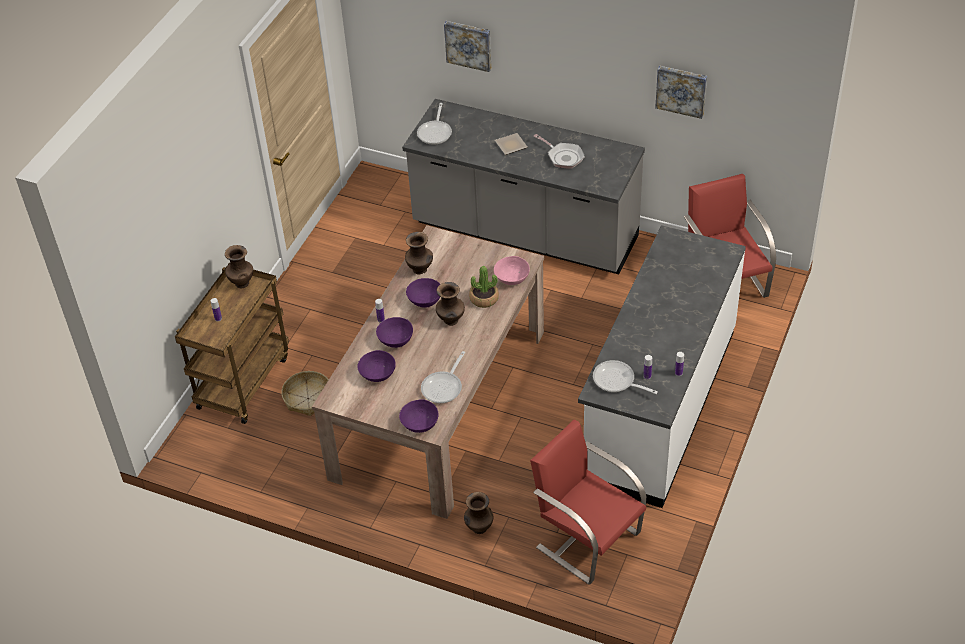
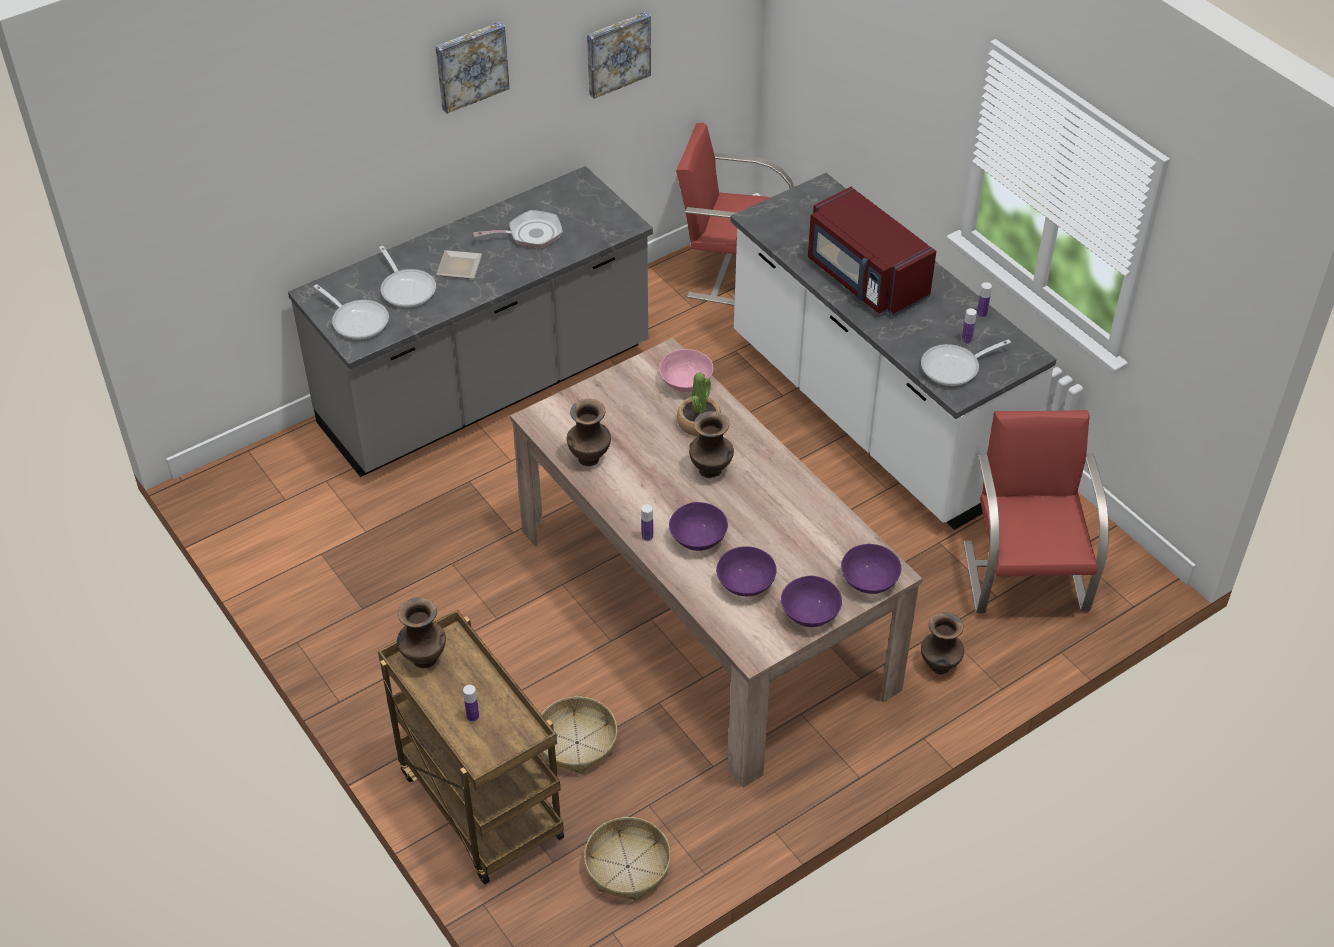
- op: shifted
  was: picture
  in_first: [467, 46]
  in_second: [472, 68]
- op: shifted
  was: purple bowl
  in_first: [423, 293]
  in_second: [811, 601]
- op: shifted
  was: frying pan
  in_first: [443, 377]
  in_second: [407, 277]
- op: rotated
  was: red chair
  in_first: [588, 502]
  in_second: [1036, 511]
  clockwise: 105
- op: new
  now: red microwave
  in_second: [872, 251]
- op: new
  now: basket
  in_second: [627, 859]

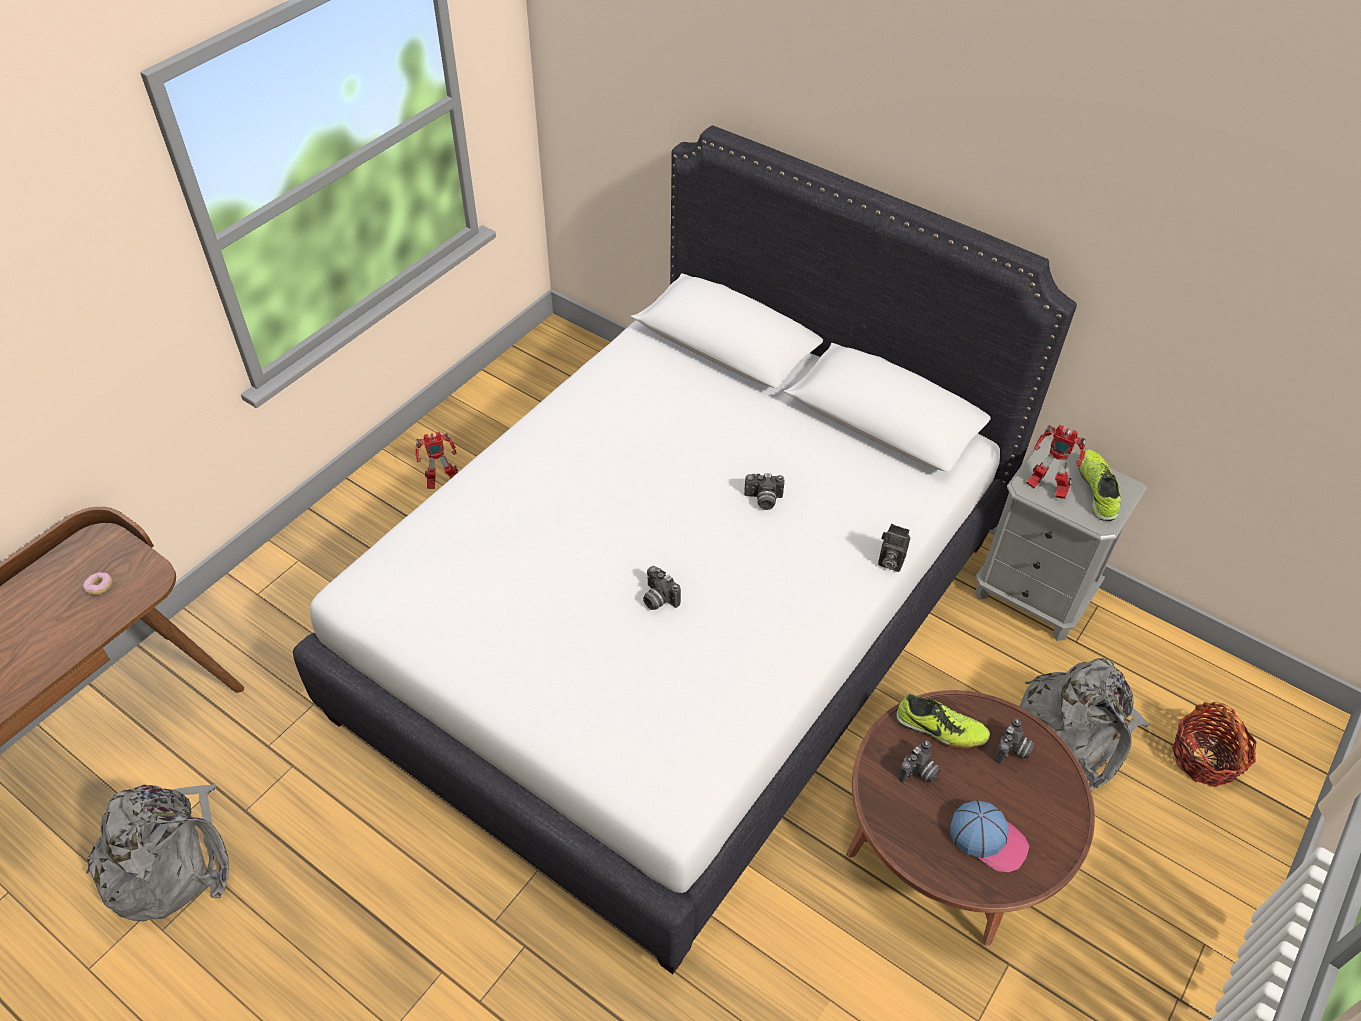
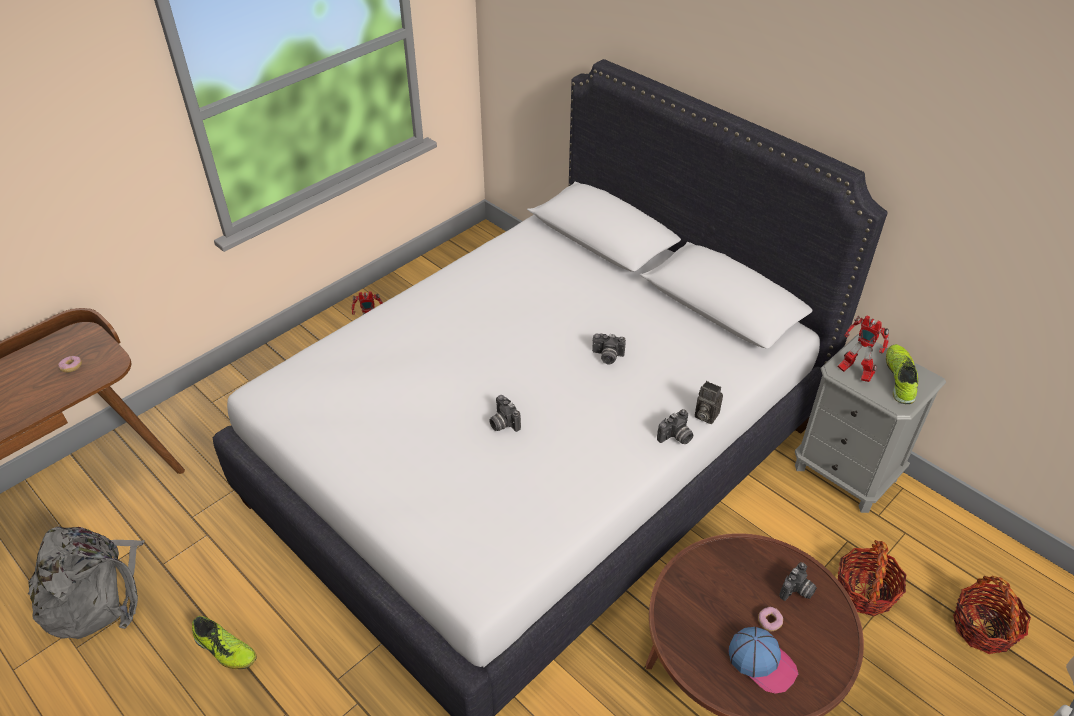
- op: swapped
  was: grey backpack
  now: basket
  in_first: [1084, 724]
  in_second: [872, 578]
- op: shifted
  was: shoe
  in_first: [943, 720]
  in_second: [224, 642]
- op: shifted
  was: photo camera
  in_first: [919, 761]
  in_second: [675, 426]
- op: new
  now: donut
  in_second: [770, 619]

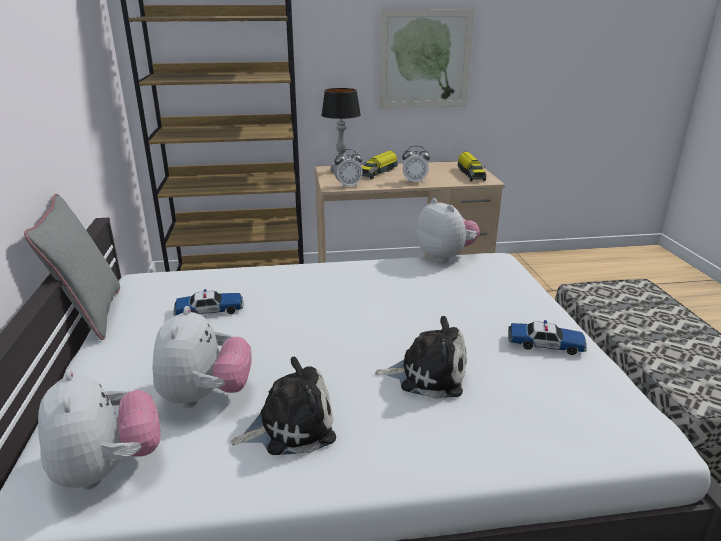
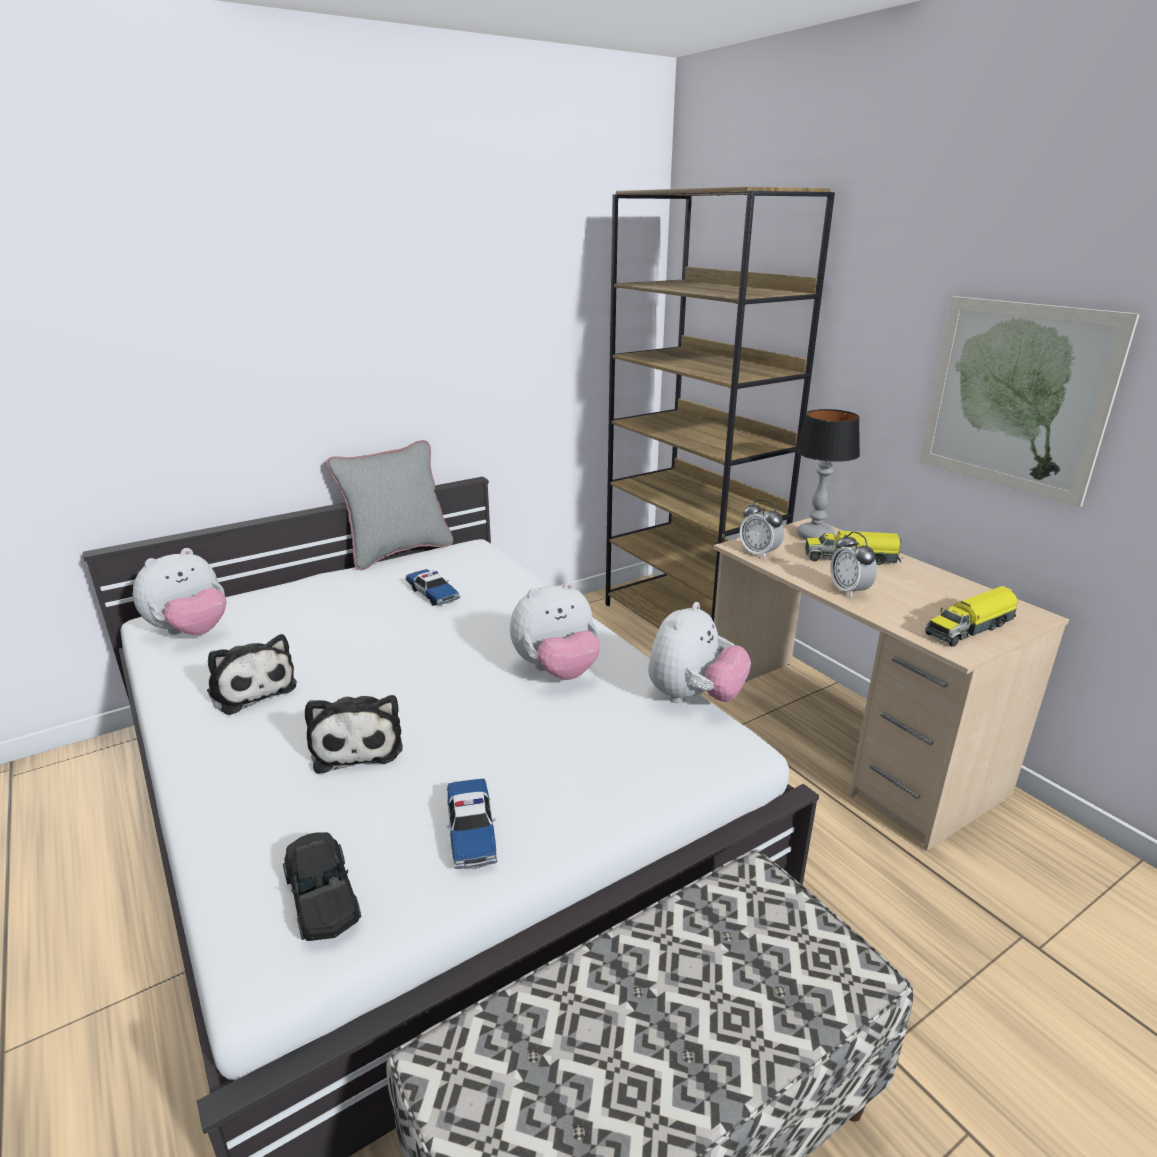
- op: shifted
  was: plush toy
  in_first: [202, 357]
  in_second: [555, 630]
- op: new
  now: black toy car
  in_second: [322, 886]

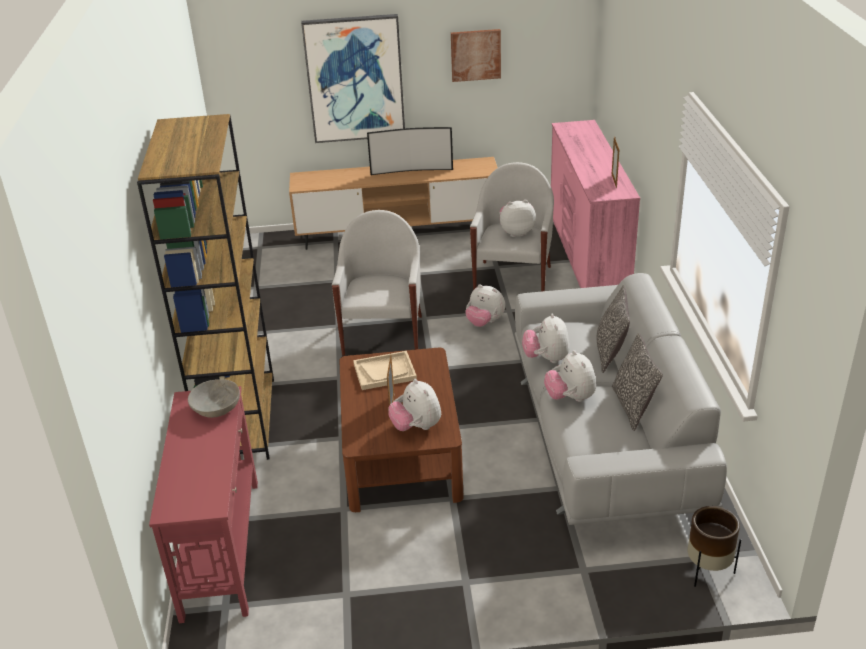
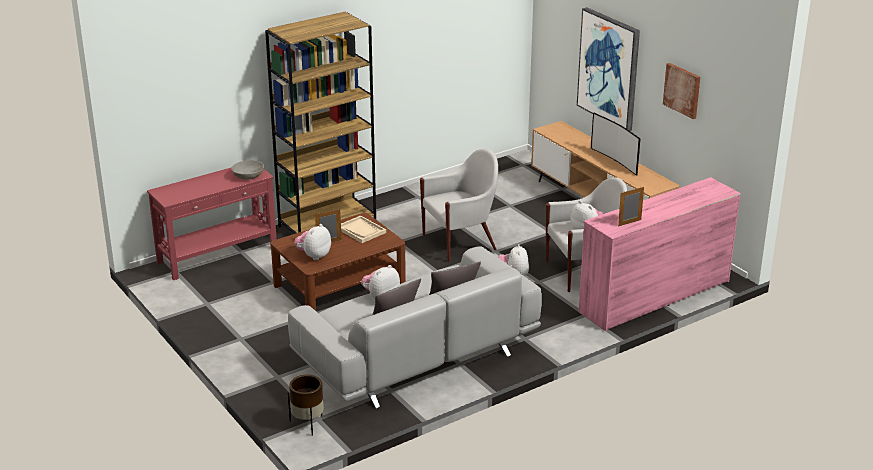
- op: gone
  was: plush toy
  in_first: [546, 338]

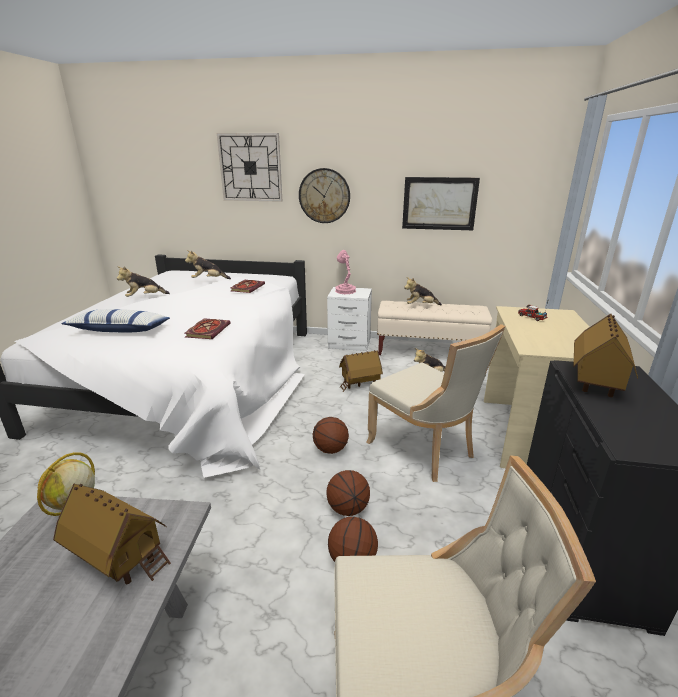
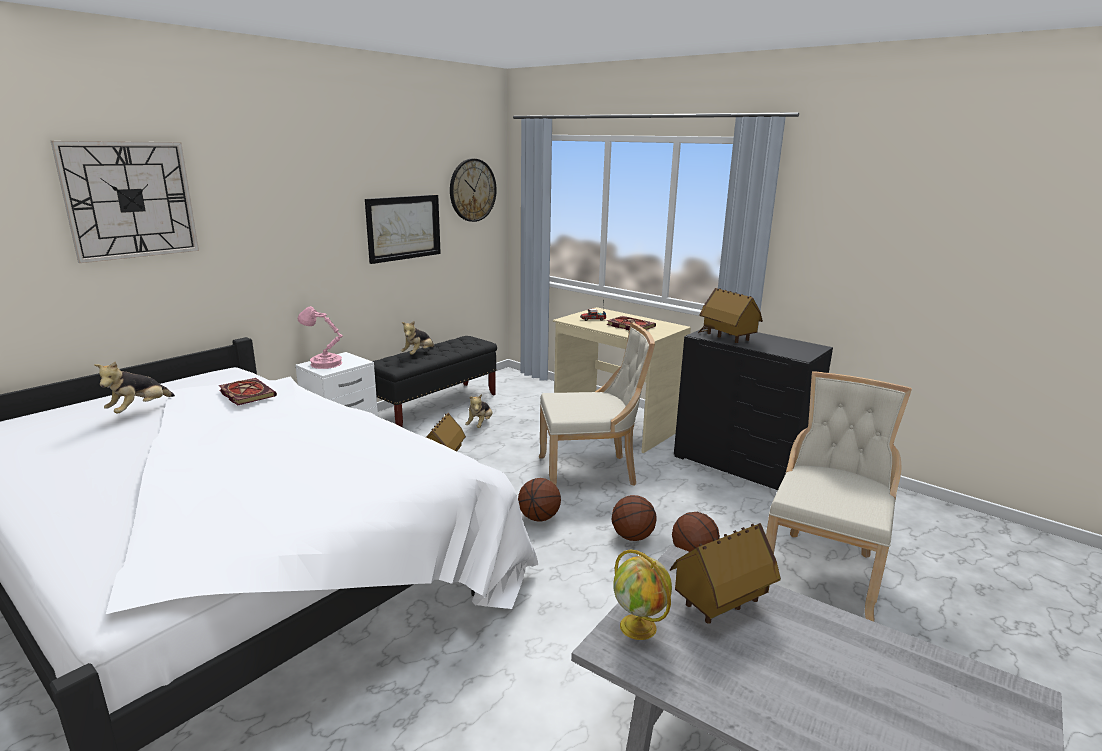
- op: shifted
  was: wall clock
  in_first: [324, 195]
  in_second: [473, 190]
- op: gone
  was: plush toy
  in_first: [143, 281]
- op: repainted
  was: beige bench
  now: black bench
  in_first: [434, 328]
  in_second: [435, 381]
- op: gone
  was: pillow
  in_first: [115, 321]
- op: shifted
  was: book
  in_first: [207, 328]
  in_second: [631, 323]

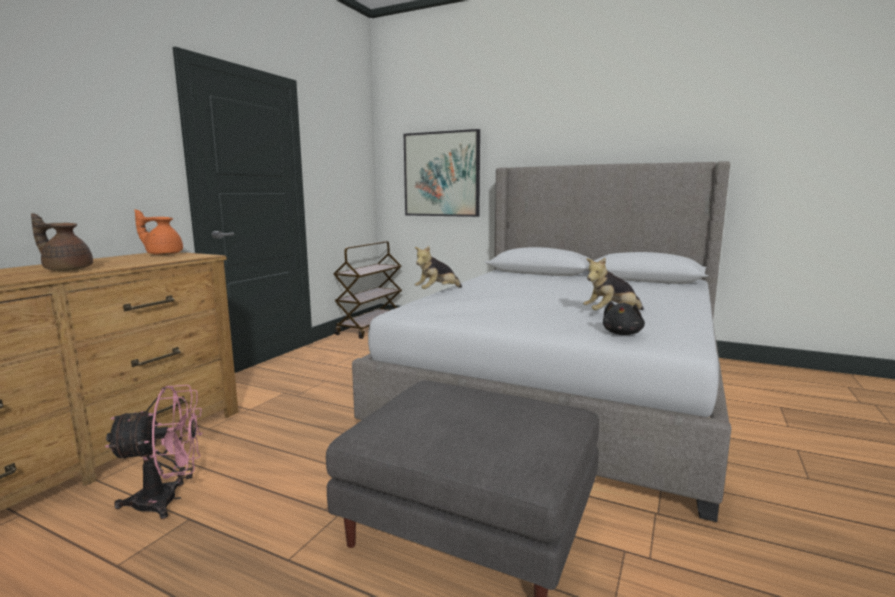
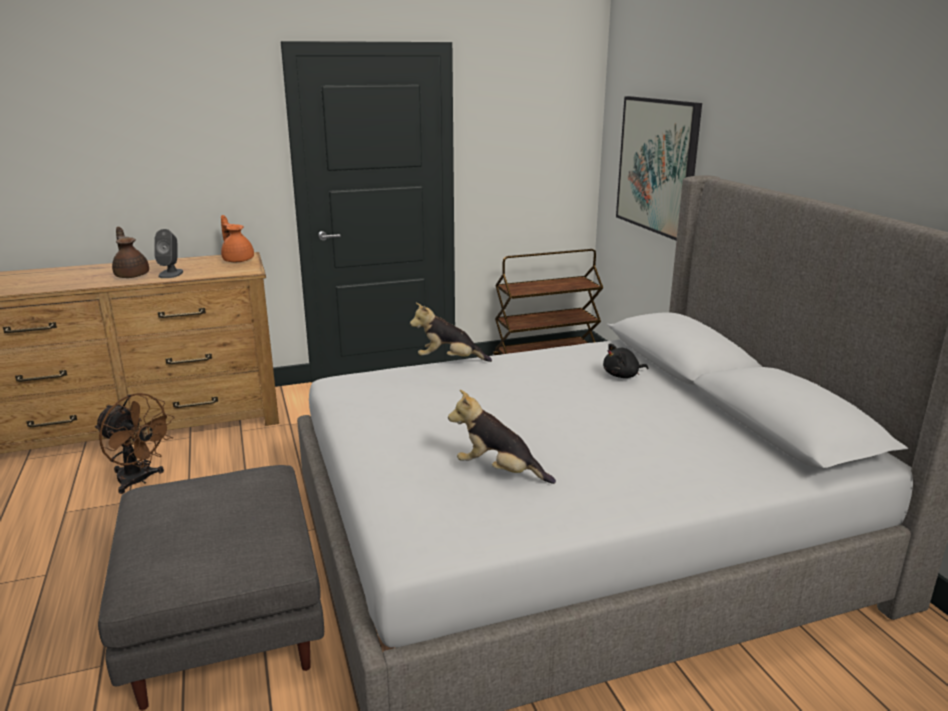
- op: shifted
  was: black plush toy
  in_first: [624, 318]
  in_second: [625, 360]
- op: repainted
  was: pink fan
  now: brown fan
  in_first: [154, 452]
  in_second: [135, 443]
- op: new
  now: grey speaker
  in_second: [168, 253]

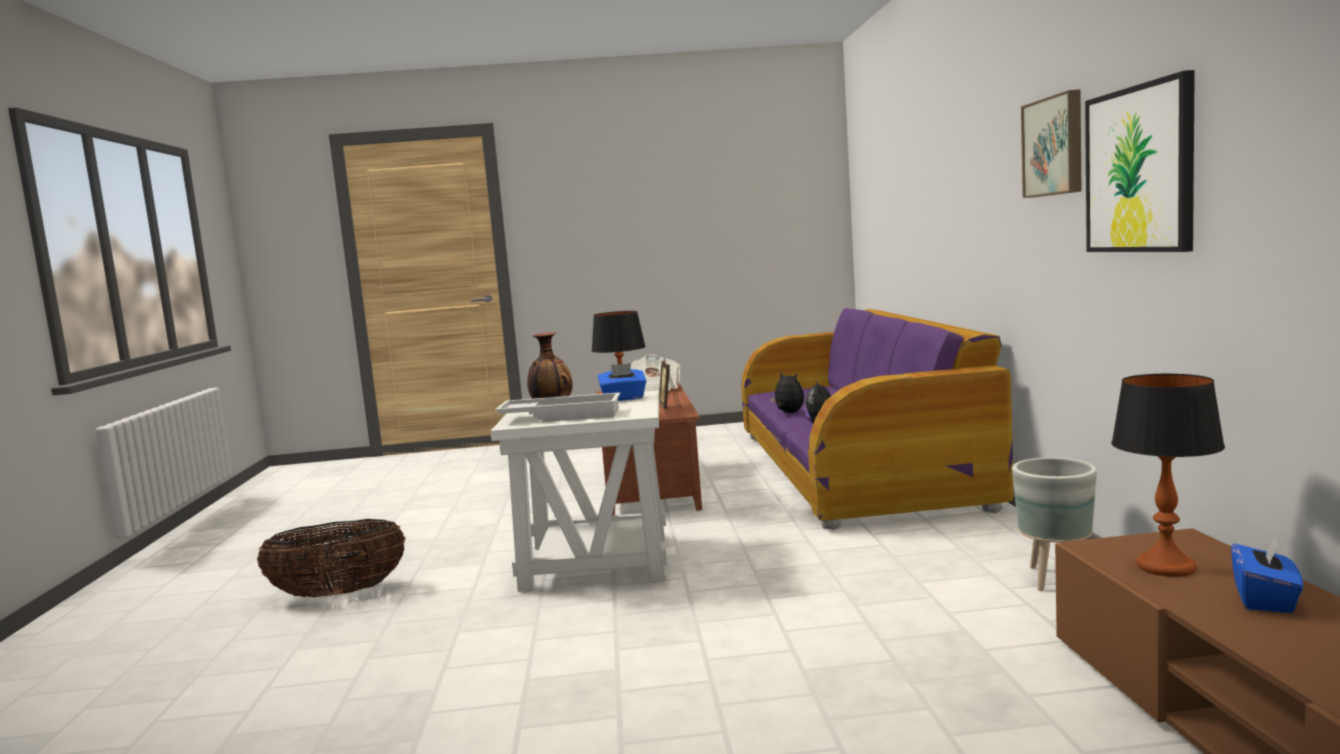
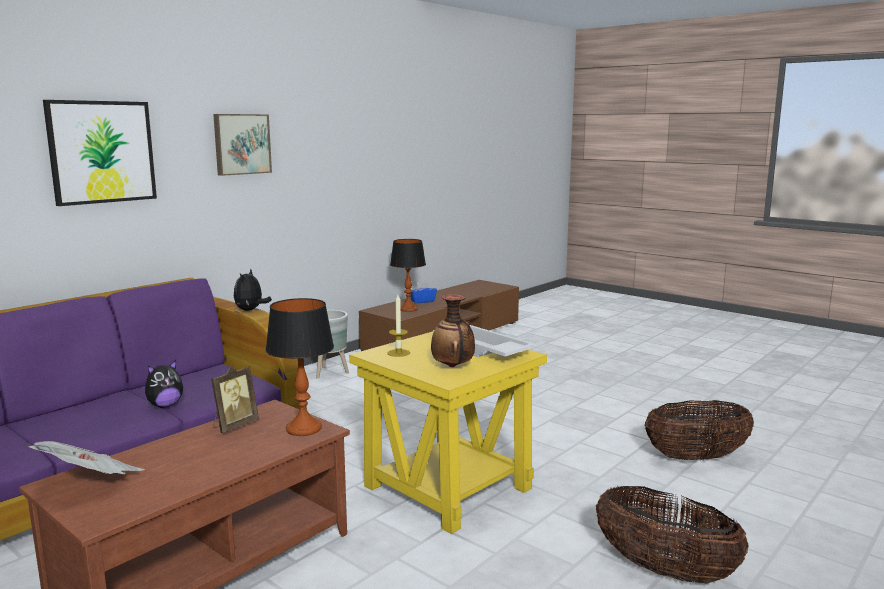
- op: shifted
  was: picture
  in_first: [1140, 161]
  in_second: [100, 153]
- op: swapped
  was: blue tissue box
  now: candle
  in_first: [621, 382]
  in_second: [398, 326]
- op: shifted
  was: plush toy
  in_first: [787, 393]
  in_second: [253, 290]
- op: repainted
  was: white side table
  now: yellow side table
  in_first: [578, 491]
  in_second: [448, 432]
- op: new
  now: basket
  in_second: [699, 430]

